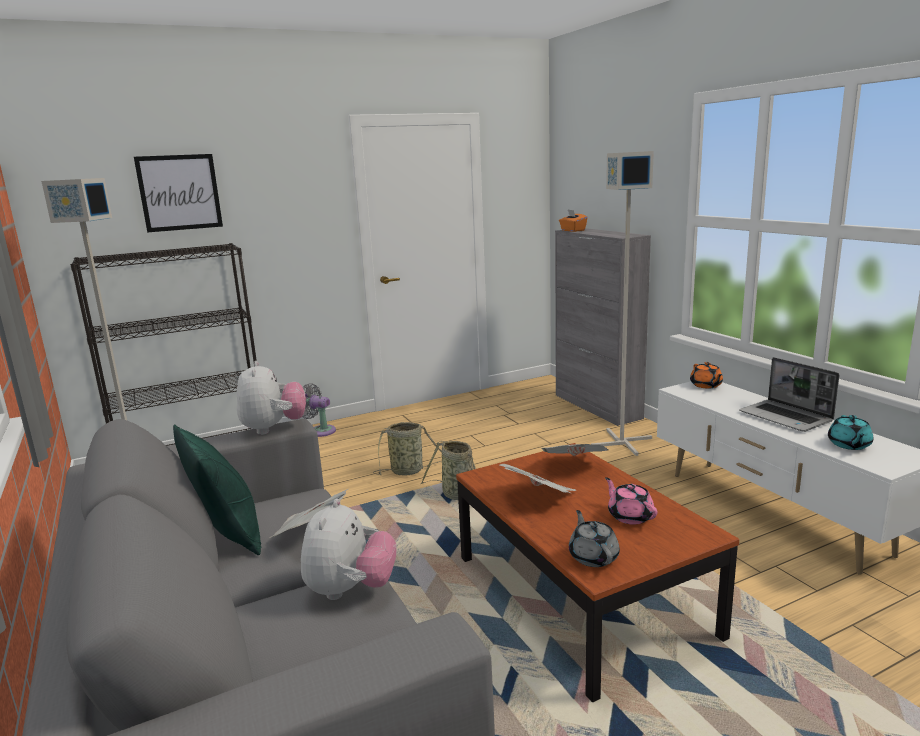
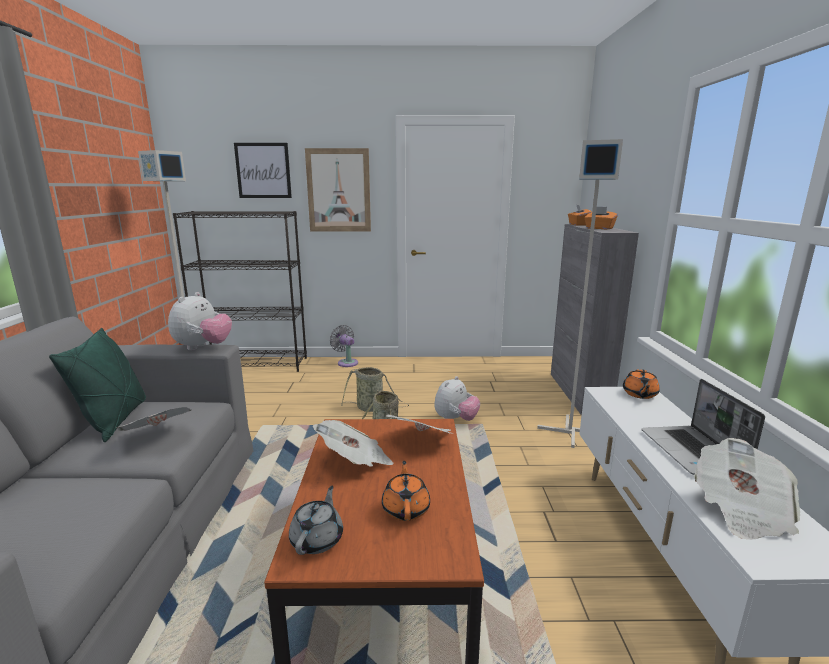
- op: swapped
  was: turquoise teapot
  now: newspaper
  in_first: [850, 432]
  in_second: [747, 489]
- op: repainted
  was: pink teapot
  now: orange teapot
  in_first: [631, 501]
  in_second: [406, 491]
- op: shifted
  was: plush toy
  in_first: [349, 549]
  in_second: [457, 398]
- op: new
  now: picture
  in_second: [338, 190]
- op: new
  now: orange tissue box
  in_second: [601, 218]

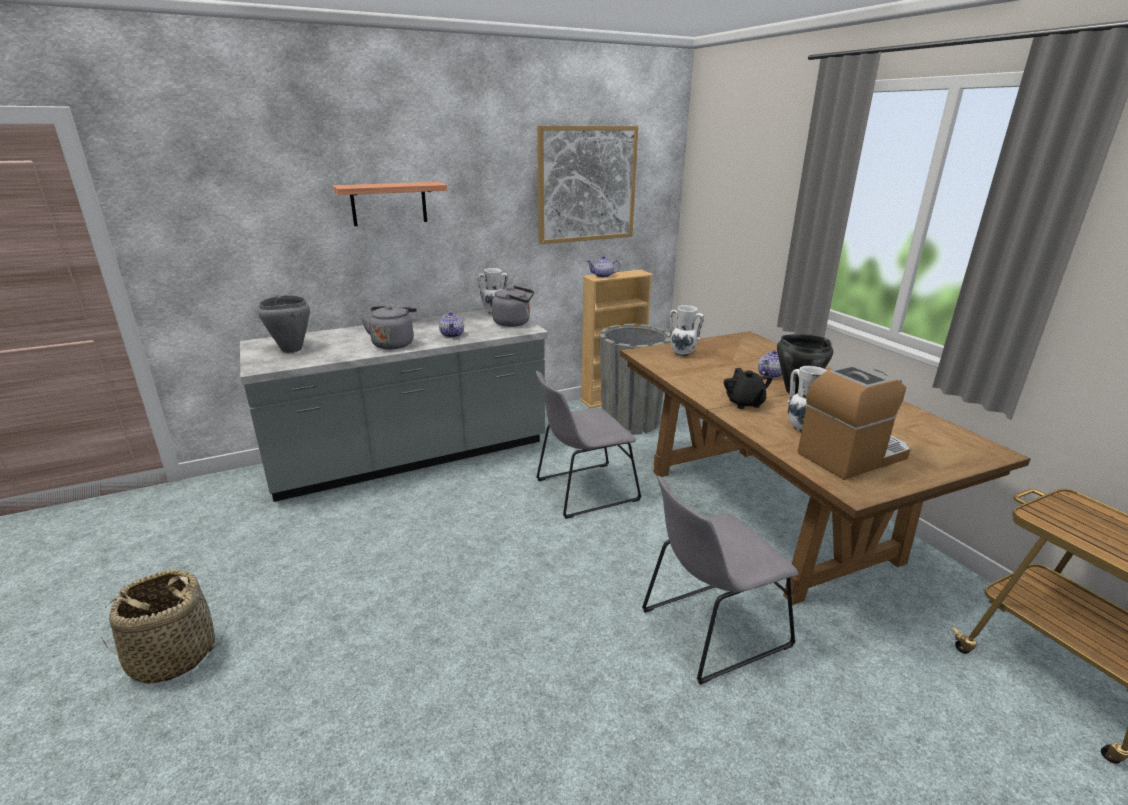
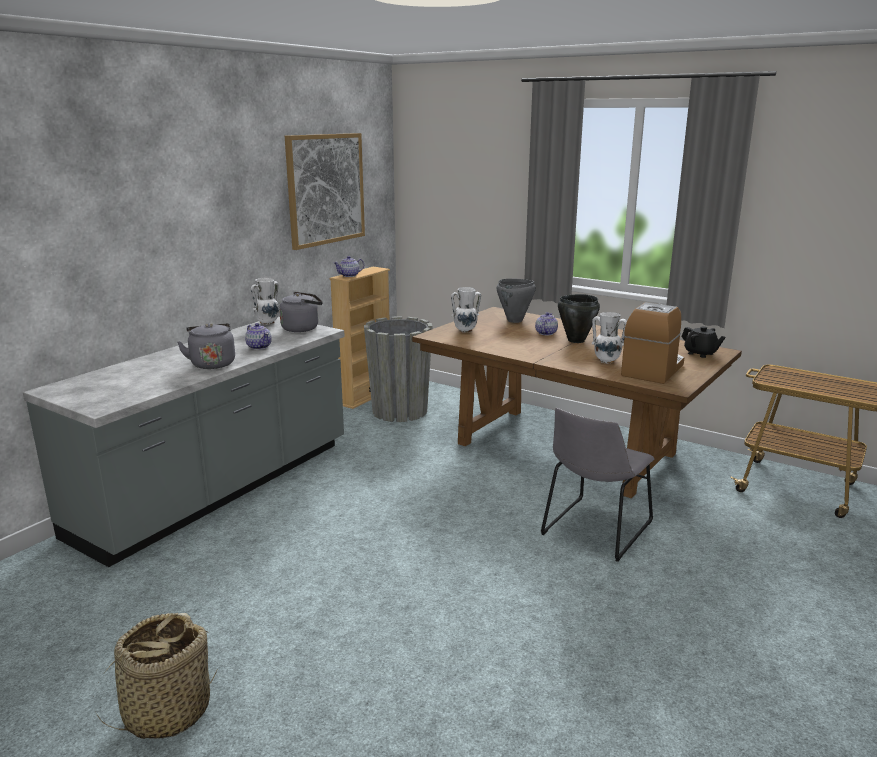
- op: gone
  was: shelf
  in_first: [390, 204]
- op: shifted
  was: grey cooking pot
  in_first: [284, 324]
  in_second: [516, 301]
- op: shifted
  was: black teapot
  in_first: [748, 388]
  in_second: [703, 342]
- op: gone
  was: grey chair
  in_first: [588, 445]

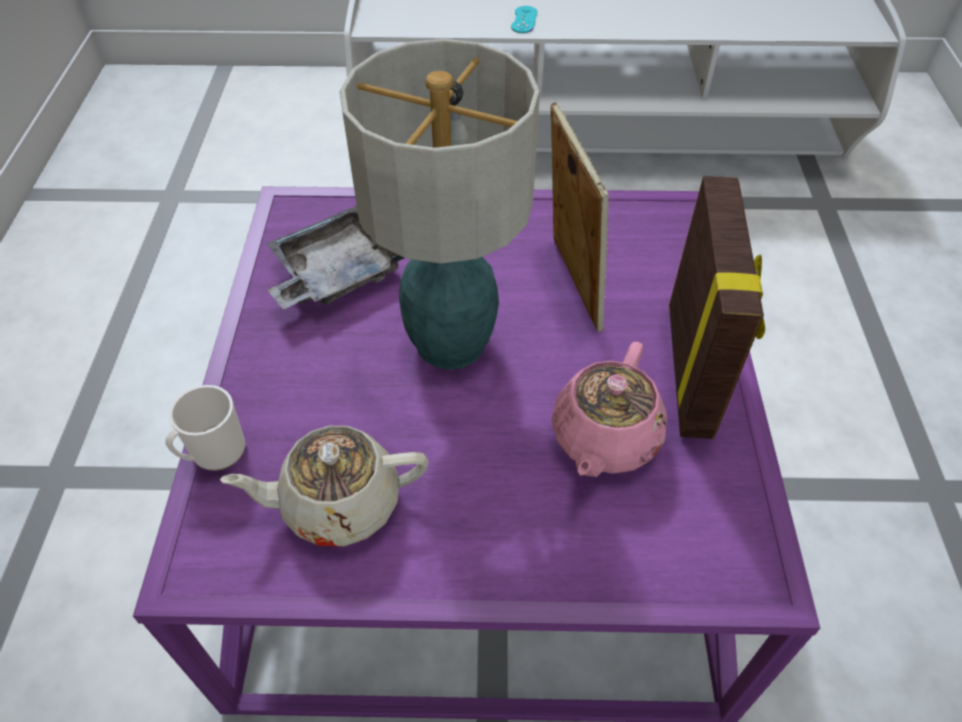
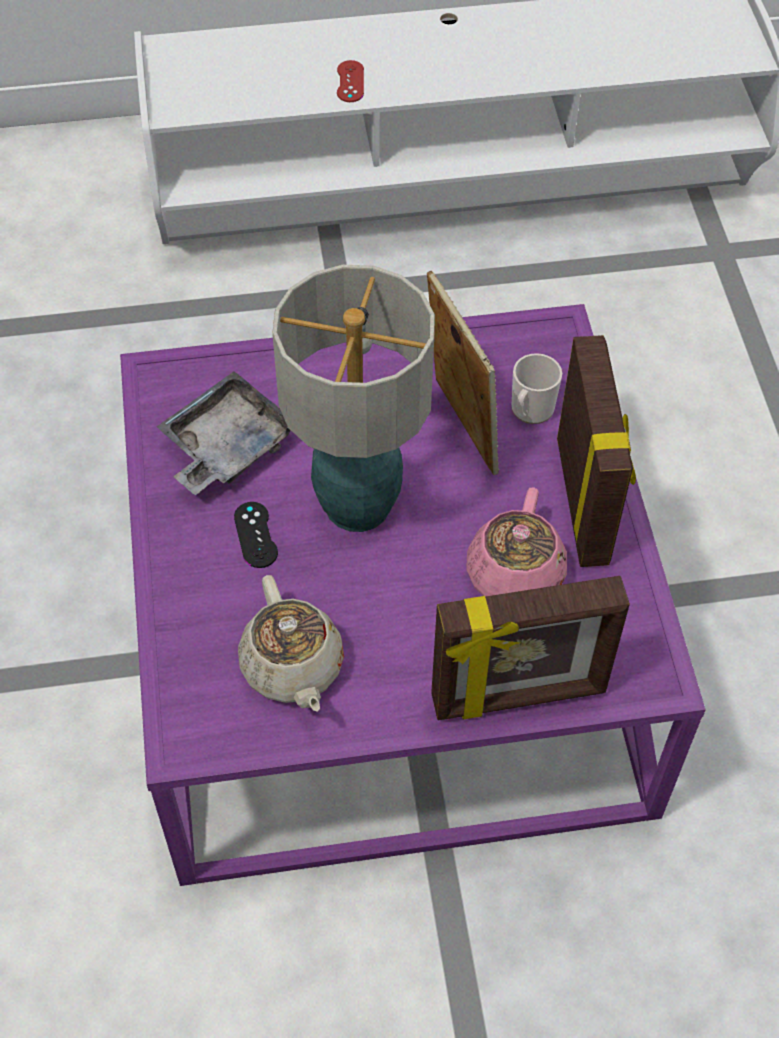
- op: repainted
  was: turquoise game controller
  now: red game controller
  in_first: [524, 19]
  in_second: [350, 81]
- op: shifted
  was: mug
  in_first: [205, 428]
  in_second: [536, 388]
- op: rotated
  was: beige teapot
  in_first: [324, 486]
  in_second: [291, 643]
  clockwise: -90
- op: new
  now: black game controller
  in_second: [256, 535]
- op: new
  now: picture frame
  in_second: [530, 648]

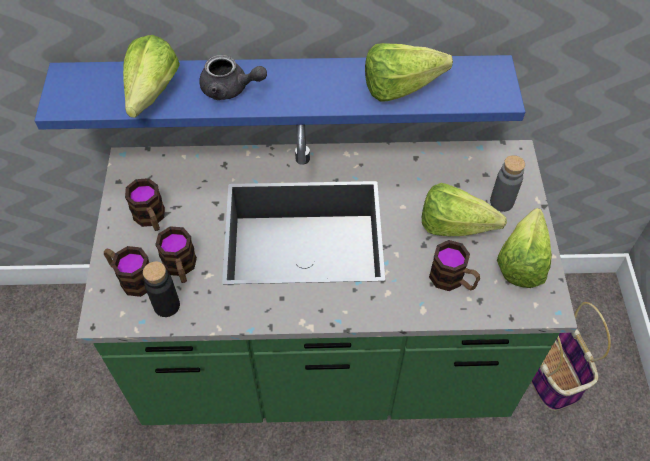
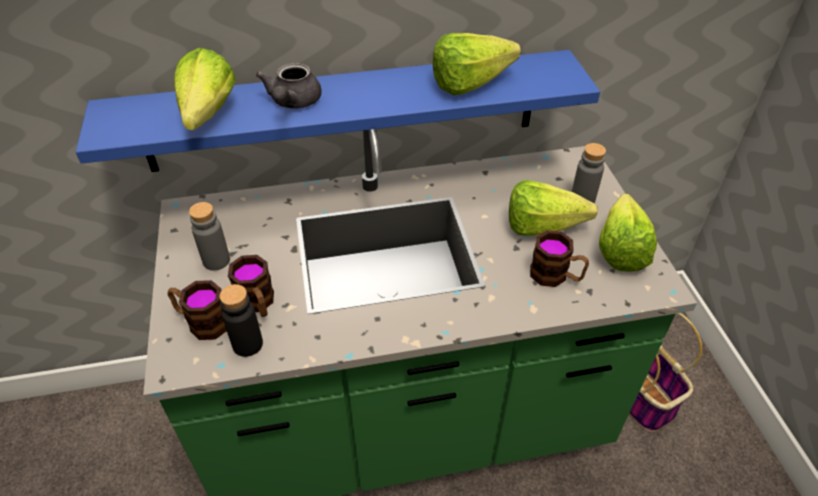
- op: rotated
  was: grey teapot
  in_first: [233, 77]
  in_second: [289, 85]
  clockwise: 90
- op: swapped
  was: mug
  now: grey bottle
  in_first: [145, 204]
  in_second: [209, 236]

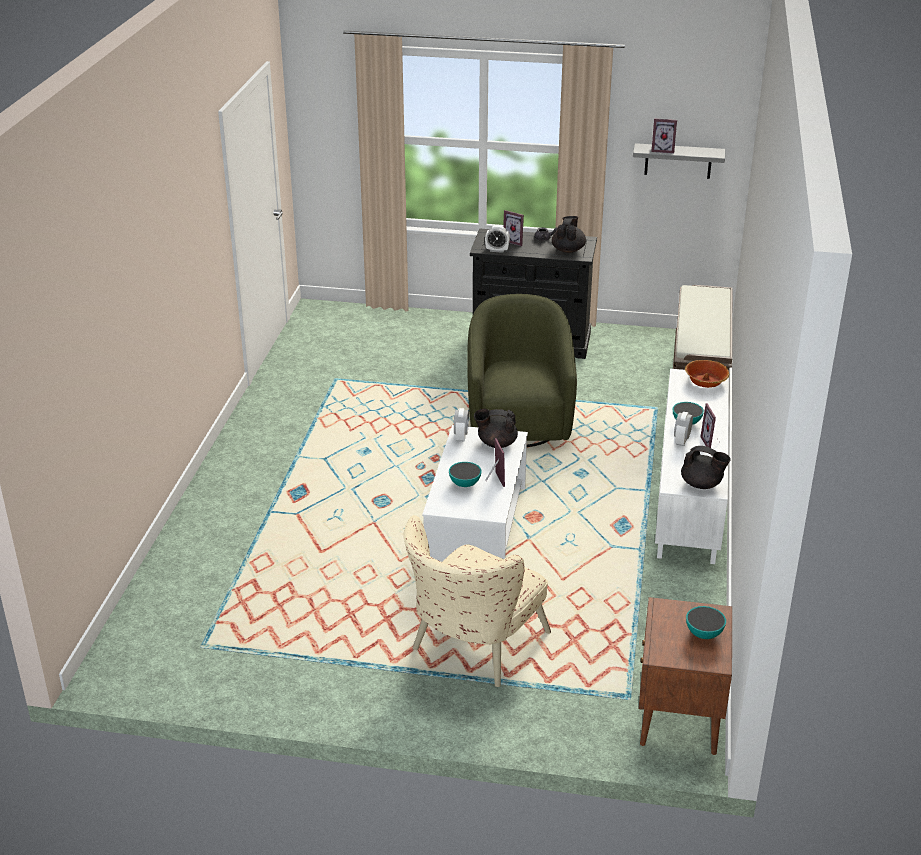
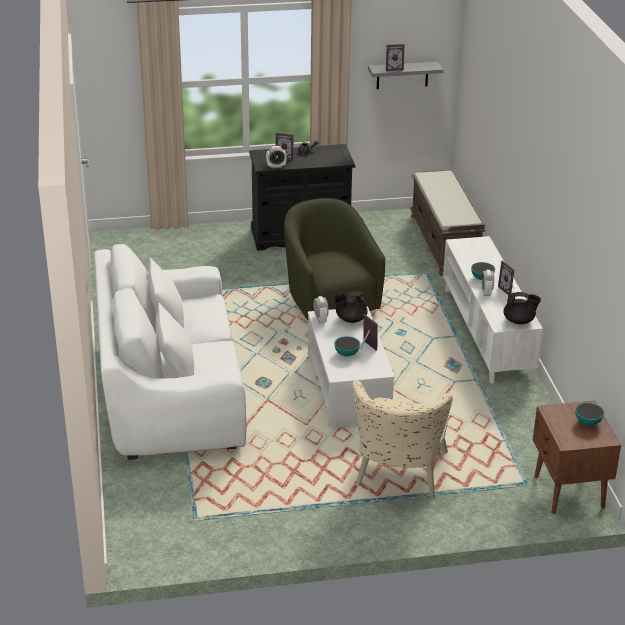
- op: gone
  was: black teapot
  in_first: [569, 234]
- op: gone
  was: bowl
  in_first: [707, 374]
- op: new
  now: white sofa
  in_second: [170, 352]

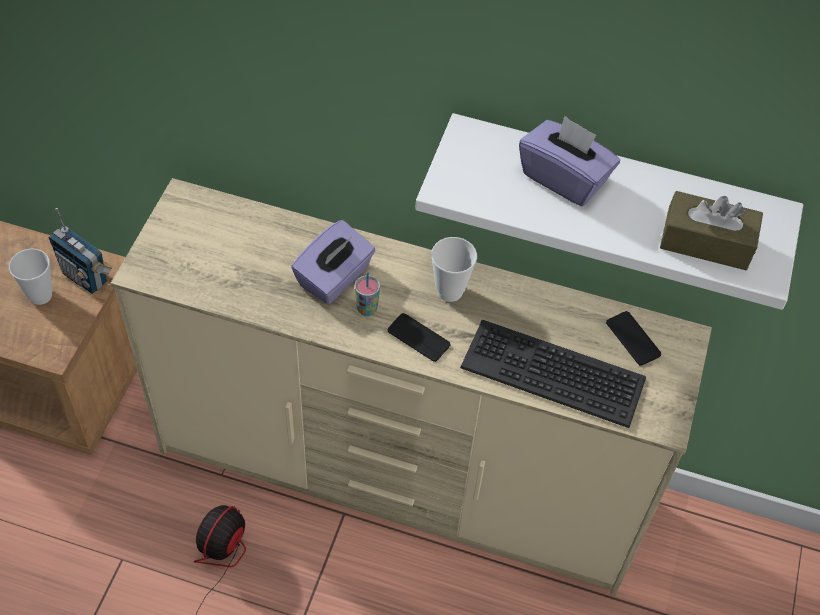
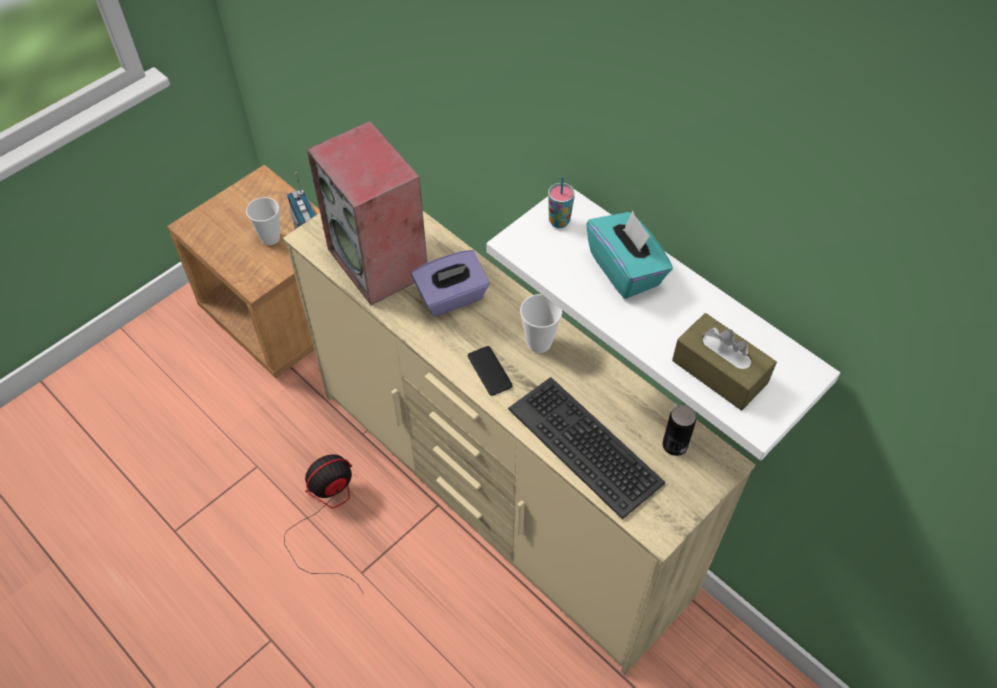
- op: repainted
  was: purple tissue box
  now: turquoise tissue box
  in_first: [569, 161]
  in_second: [629, 255]
- op: shifted
  was: cup
  in_first: [367, 294]
  in_second: [561, 202]
- op: swapped
  was: phone
  now: can
  in_first: [633, 338]
  in_second: [679, 430]
- op: new
  now: speaker
  in_second: [367, 213]

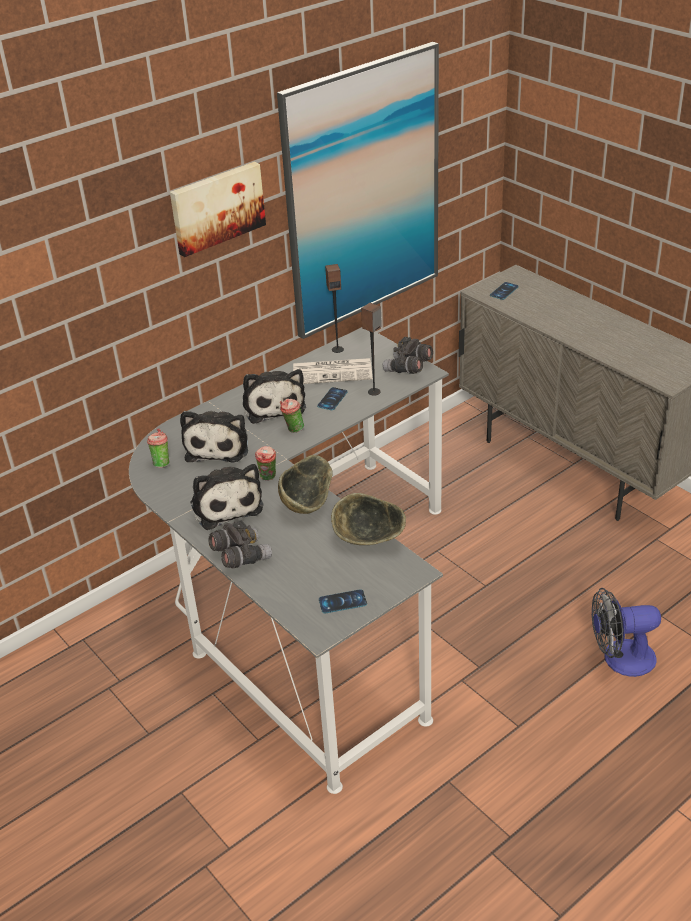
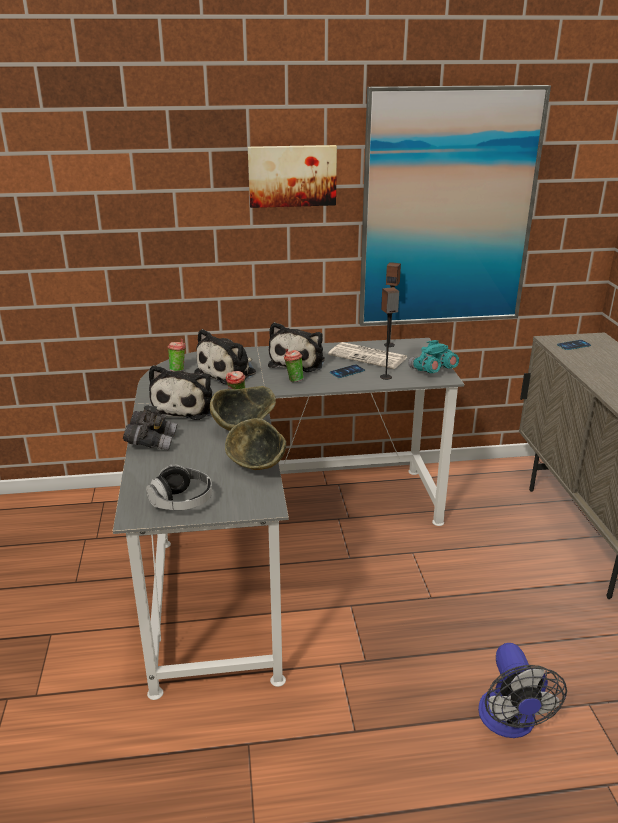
- op: repainted
  was: grey binoculars
  now: turquoise binoculars
  in_first: [408, 355]
  in_second: [433, 356]
- op: rotated
  was: fan
  in_first: [626, 632]
  in_second: [522, 690]
  clockwise: -120
- op: swapped
  was: phone
  now: headphones
  in_first: [343, 601]
  in_second: [179, 487]

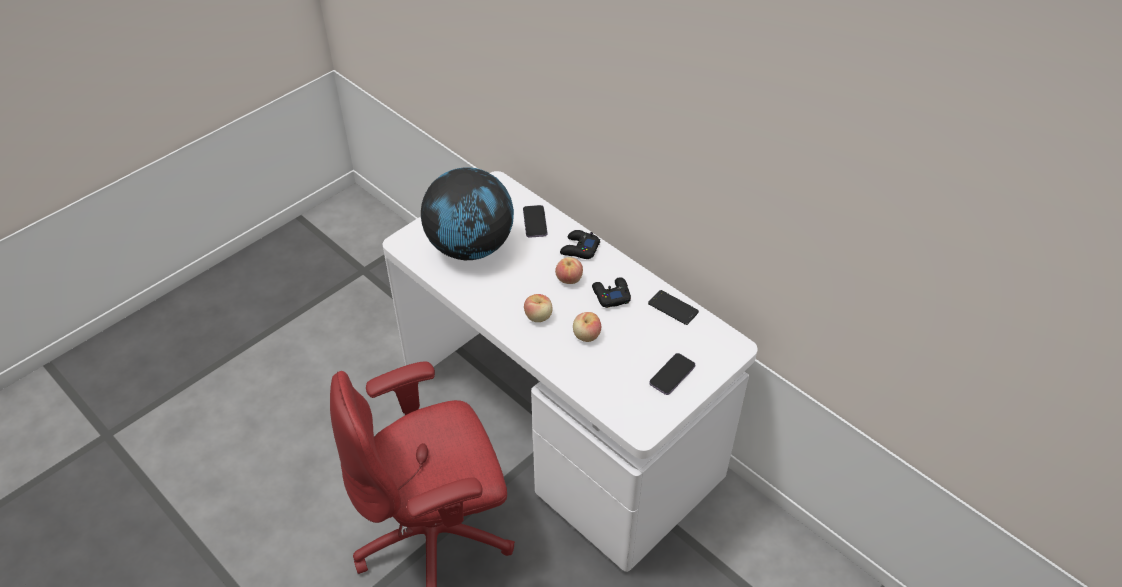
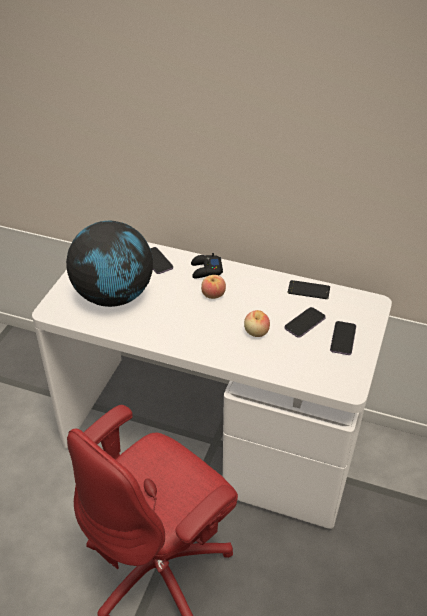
- op: gone
  was: black game controller
  in_first: [611, 292]
- op: gone
  was: apple
  in_first: [538, 308]
- op: new
  now: phone
  in_second: [305, 322]

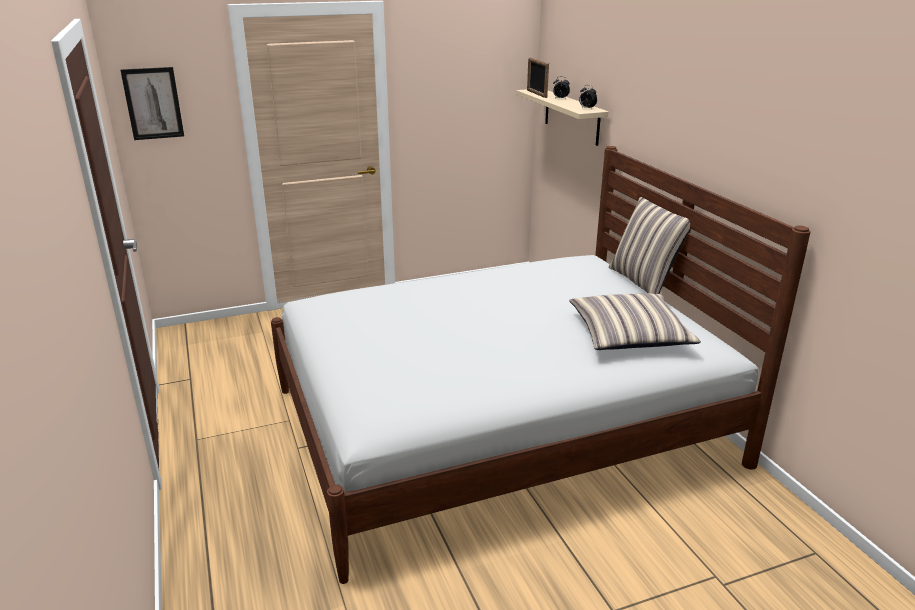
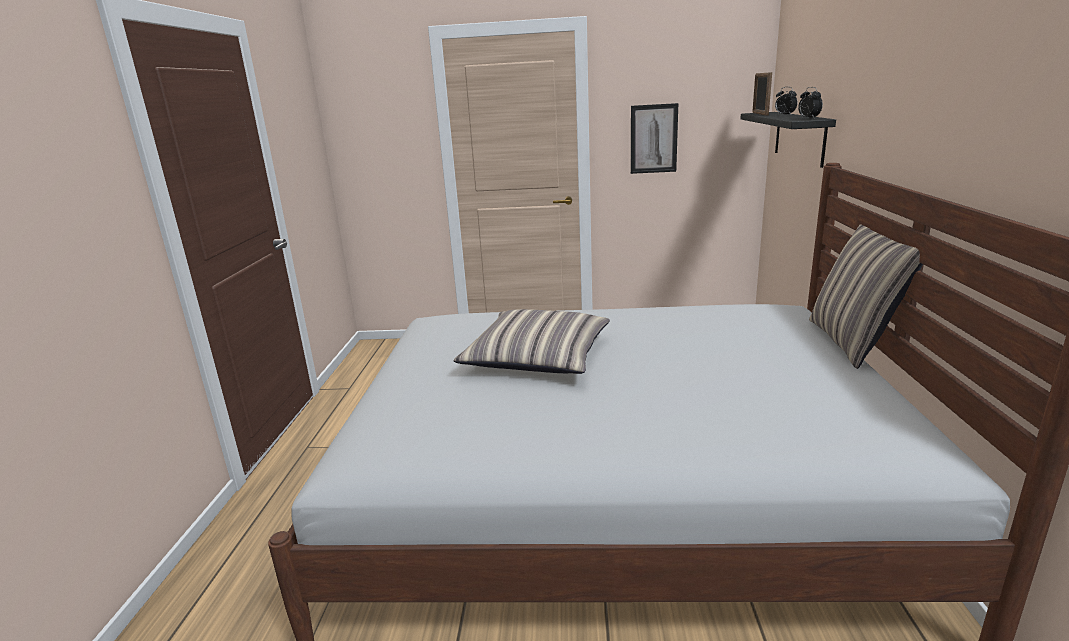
- op: shifted
  was: picture
  in_first: [152, 103]
  in_second: [654, 138]
- op: repainted
  was: beige shelf
  now: black shelf
  in_first: [562, 117]
  in_second: [788, 140]
- op: shifted
  was: pillow
  in_first: [635, 321]
  in_second: [532, 341]

